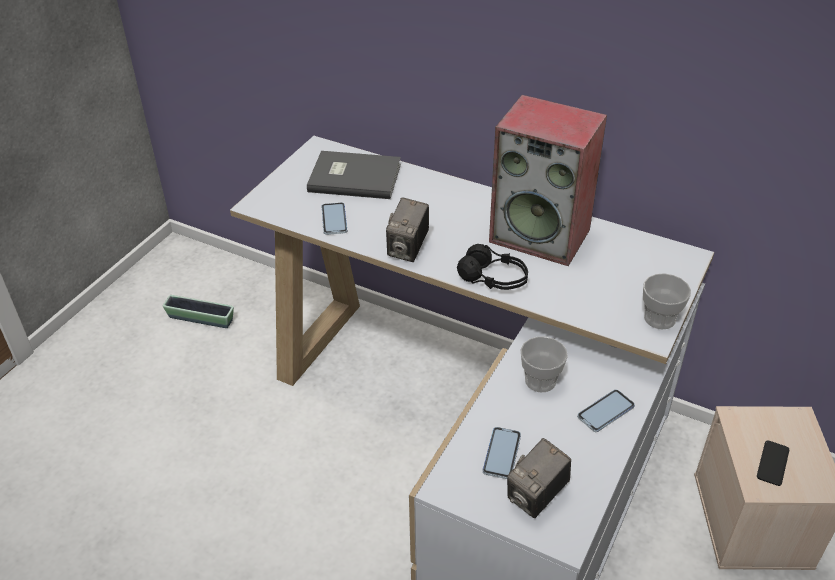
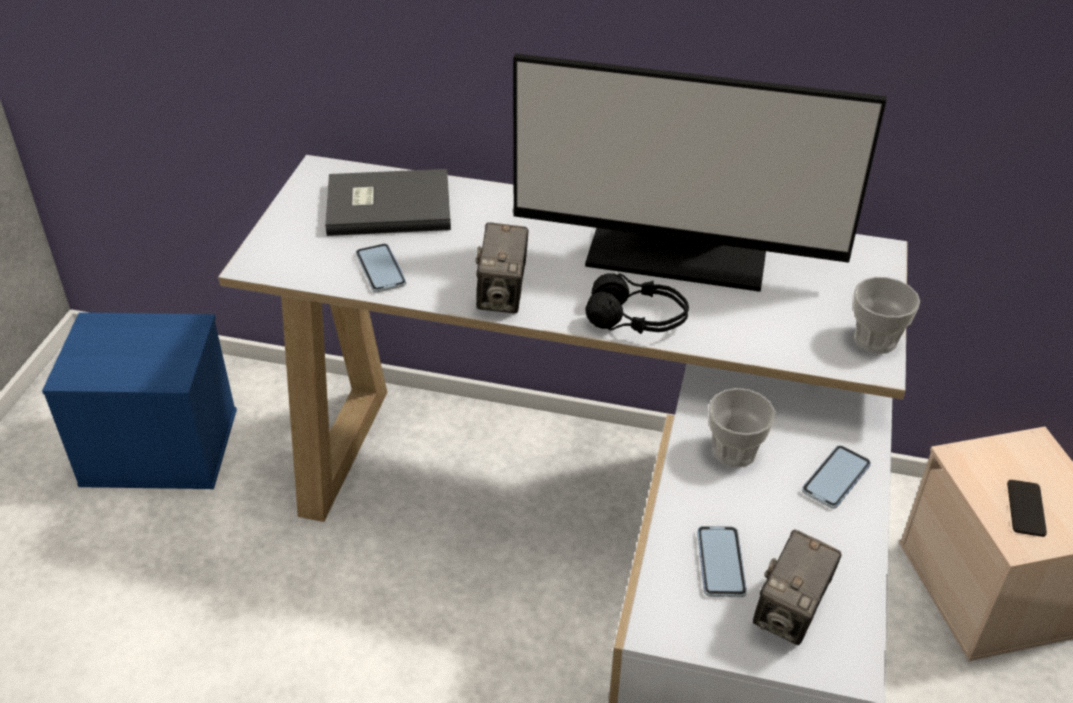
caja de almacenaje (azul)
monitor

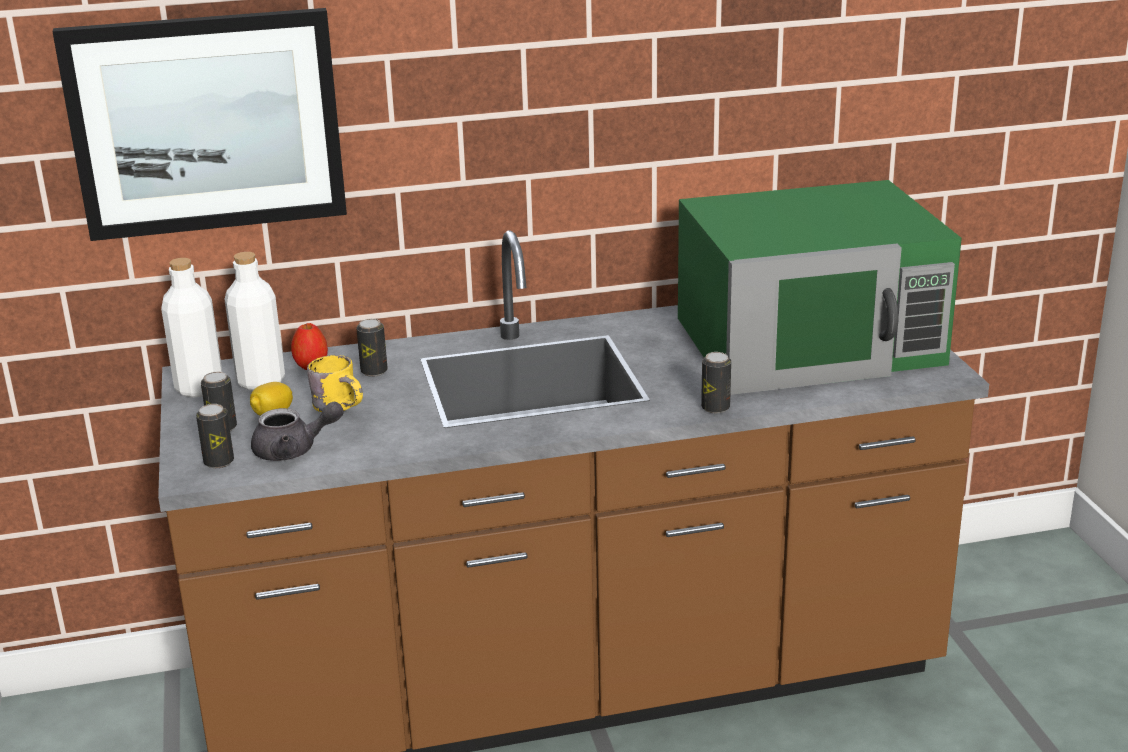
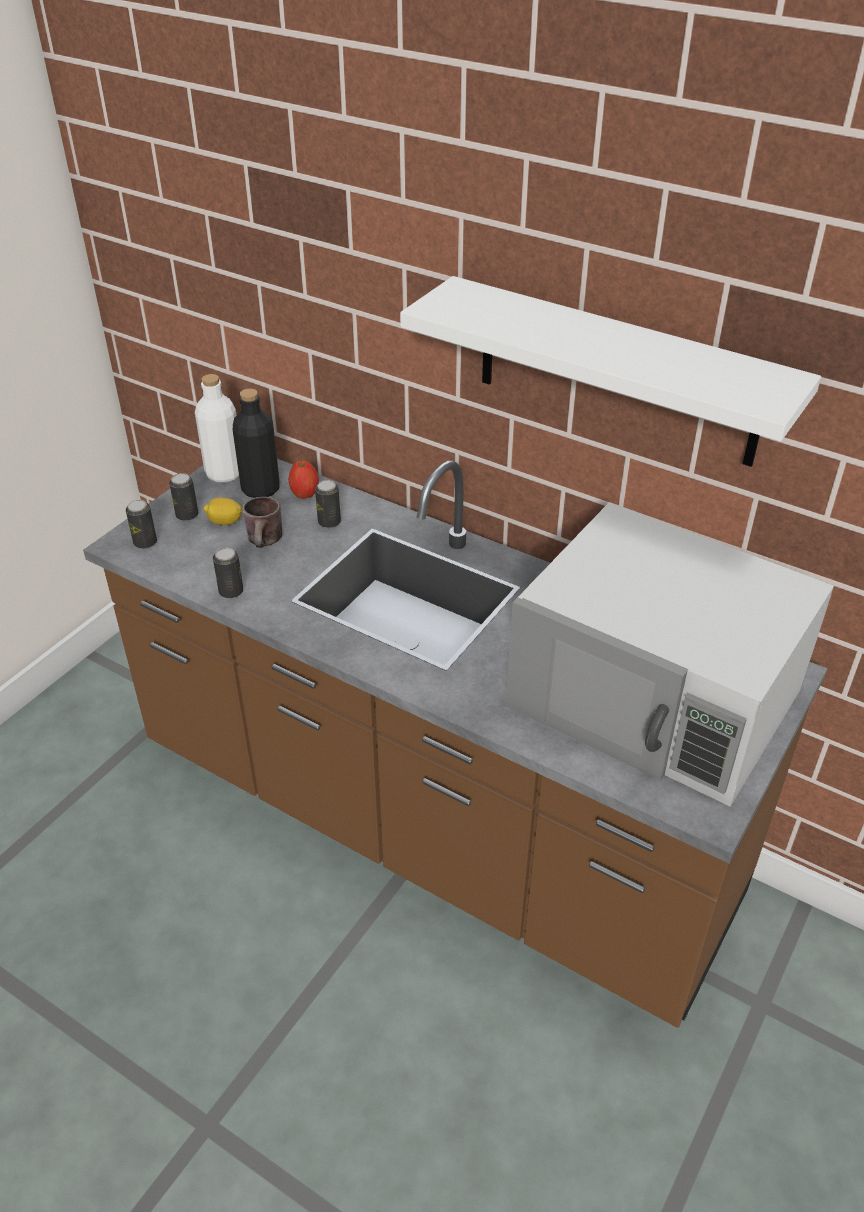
cuadro
botella (negro)
tetera (gris)
taza grande (marrón)
microondas (blanco)
lata (3rd from left)
estante (blanco)

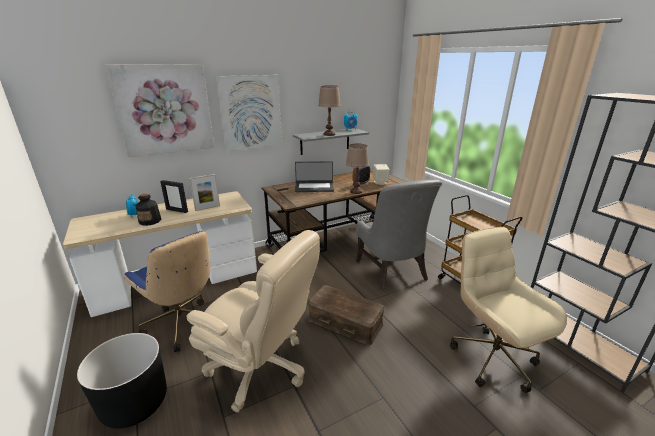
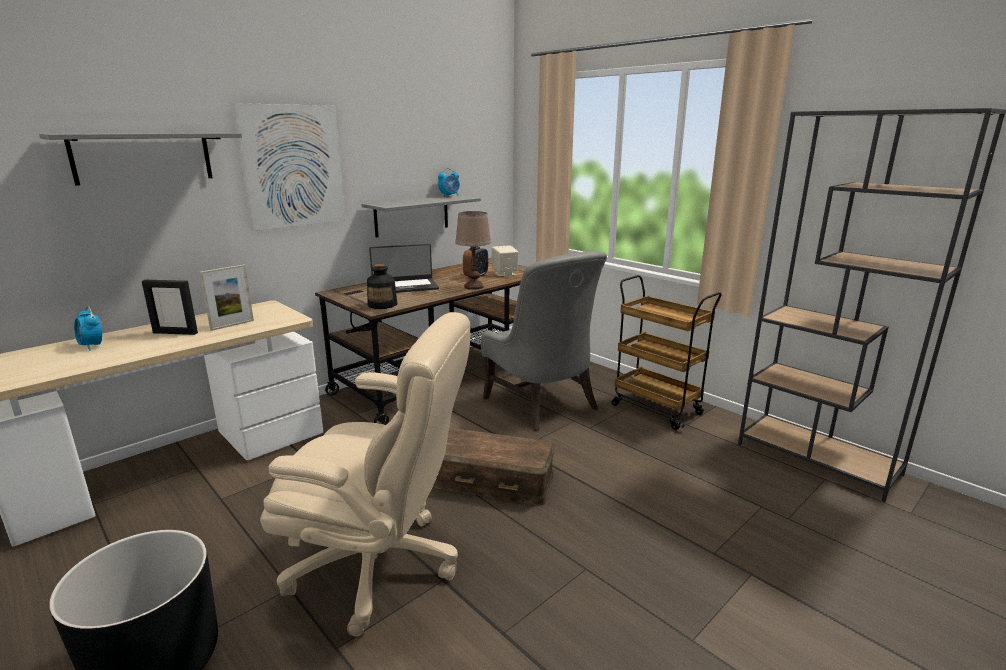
estante (gris) (1st from left)
silla de oficina (azul)
botella
lámpara de mesa (marrón) (1st from left in the first image)
silla de oficina (beis) (2nd from left in the first image)

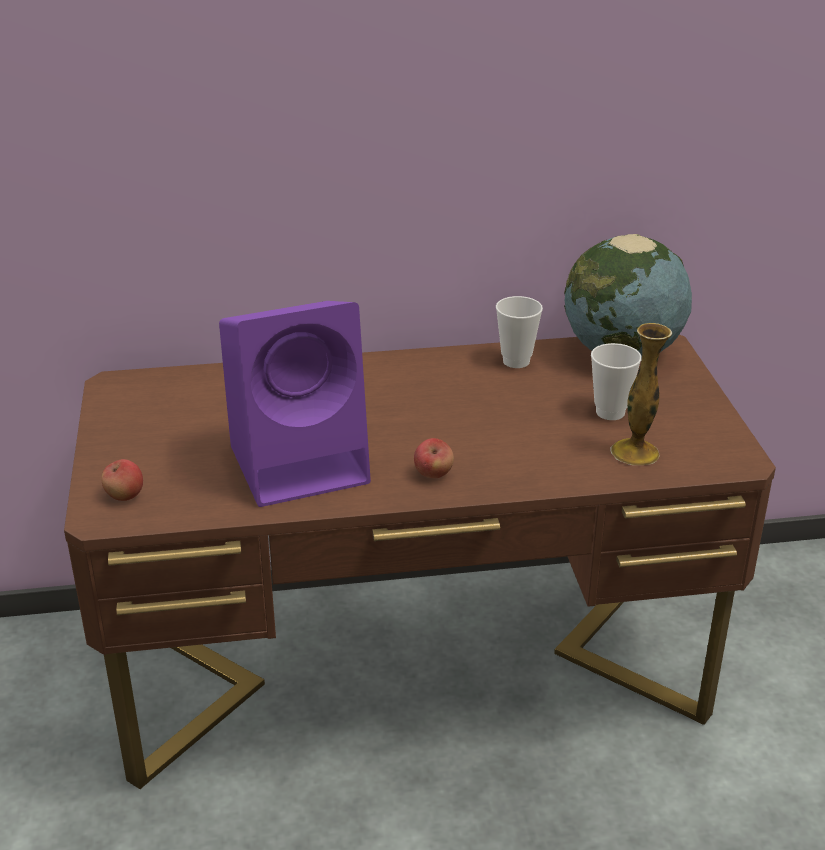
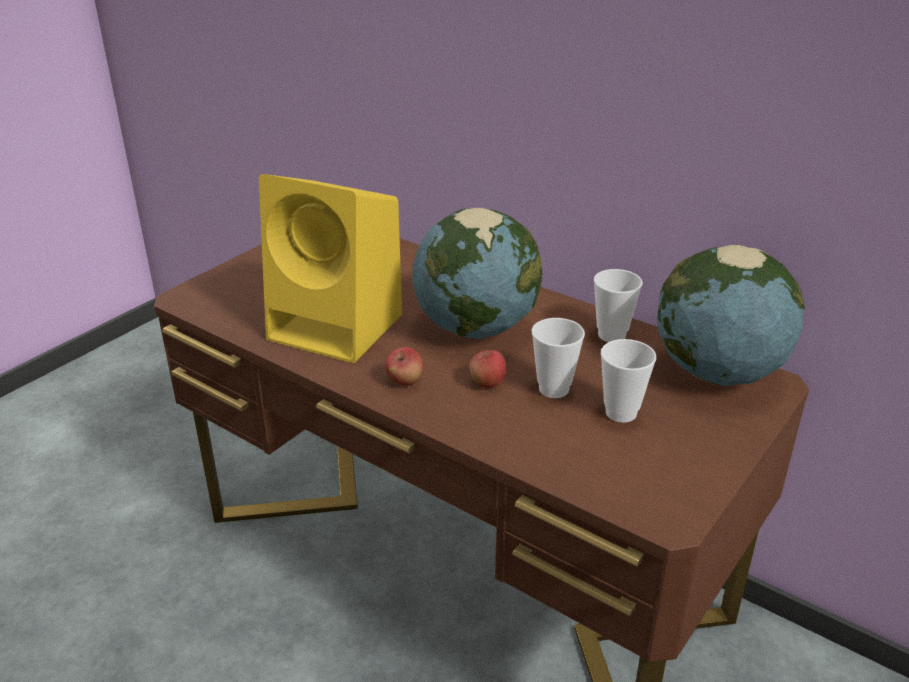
manzana (2nd from left)
altavoz (amarillo)
florero
globo terráqueo (1st from left)
taza (1st from left)

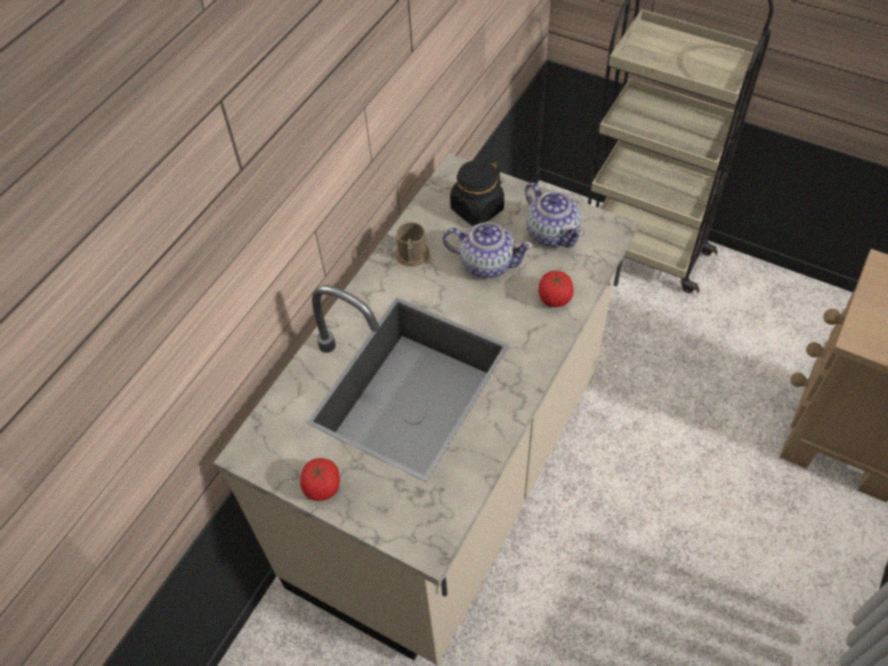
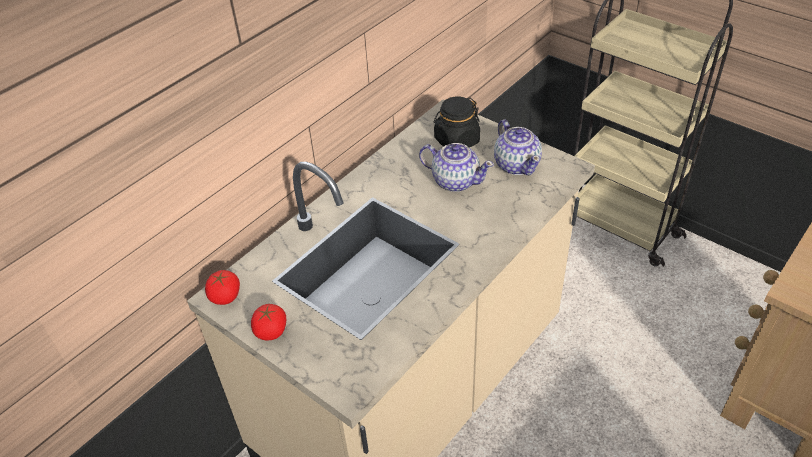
taza grande (marrón)
tomate (1st from left)

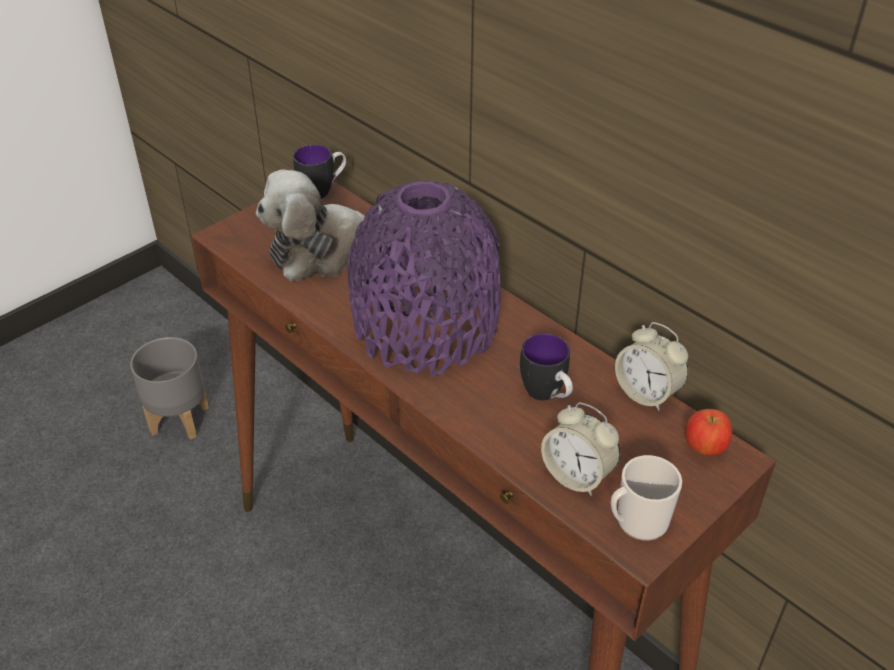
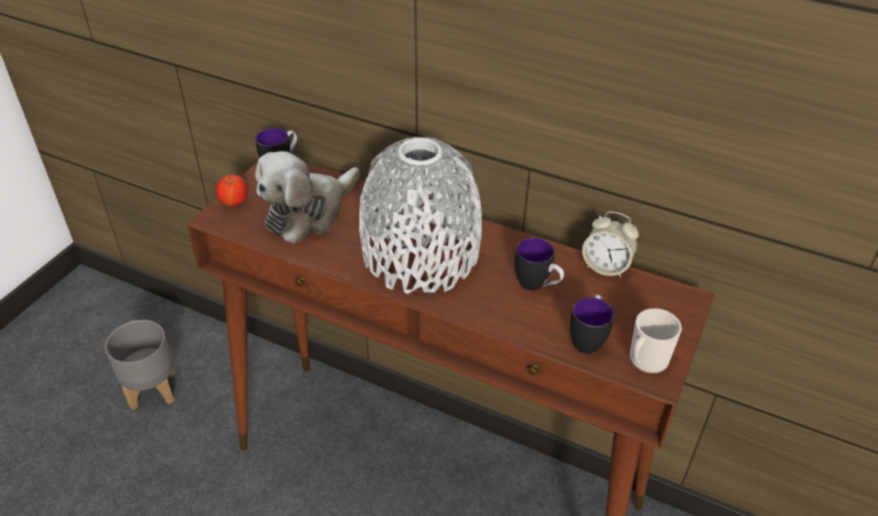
florero (gris)
taza grande (3rd from left)
manzana

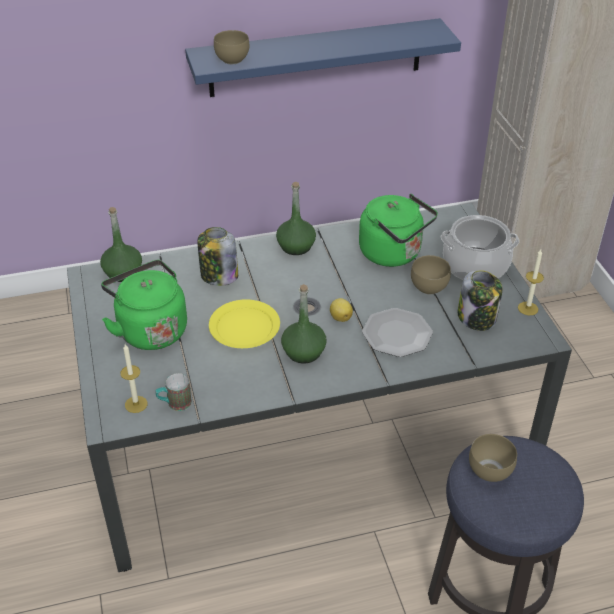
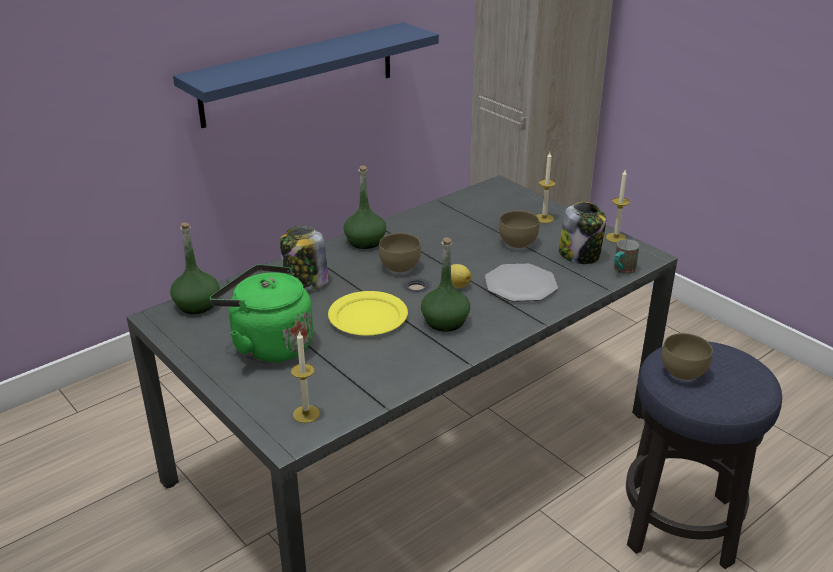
taza grande
cuenco (marrón) (1st from left)
hervidor (verde) (2nd from left in the first image)
vela (2nd from left)

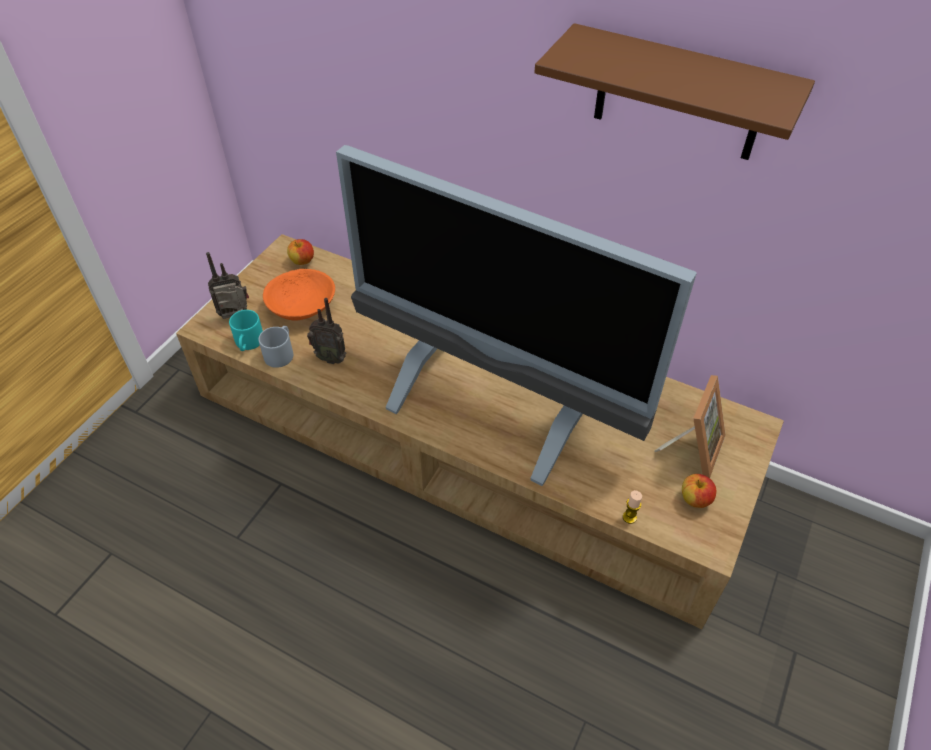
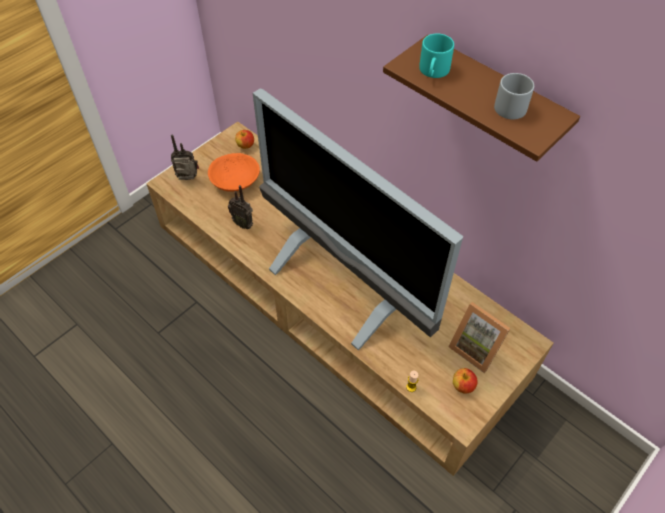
taza grande (turquesa)
taza grande (gris)
portarretratos

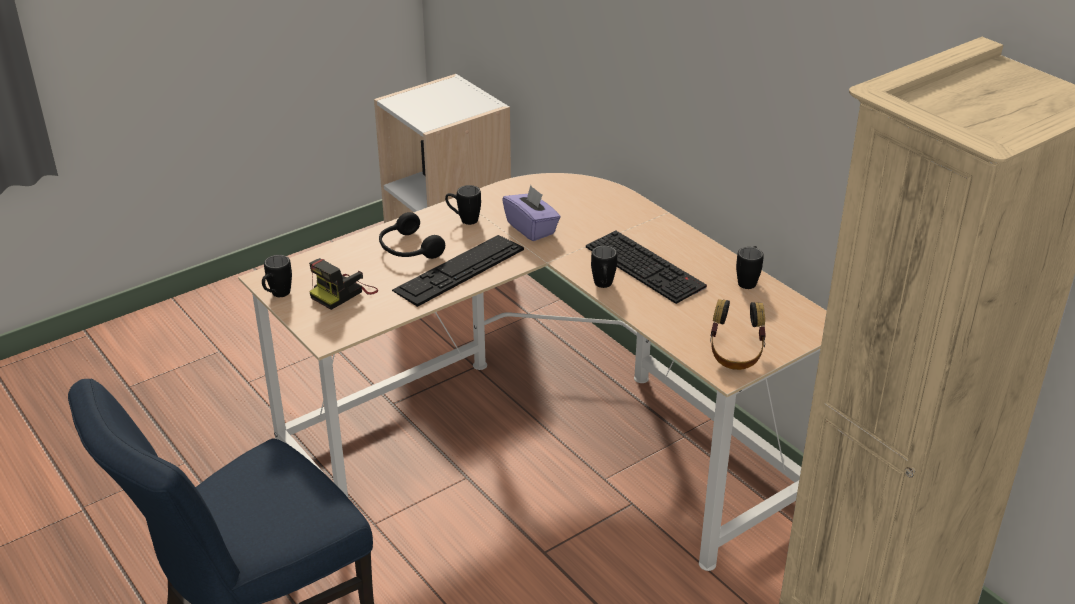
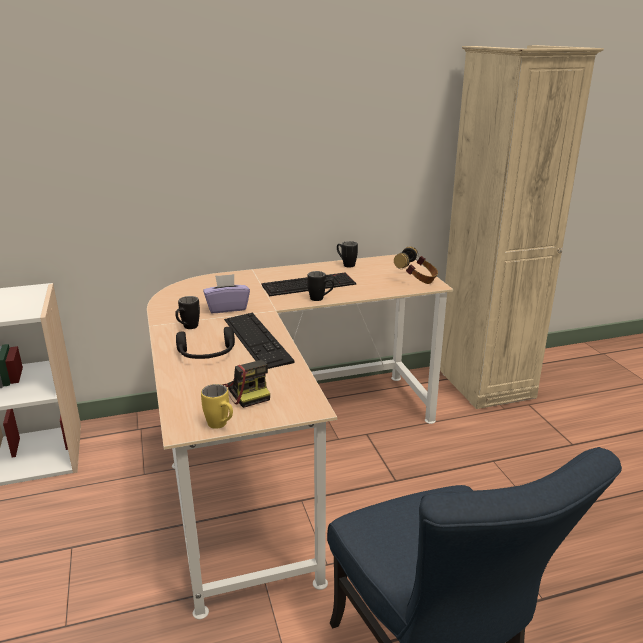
taza grande (amarillo)

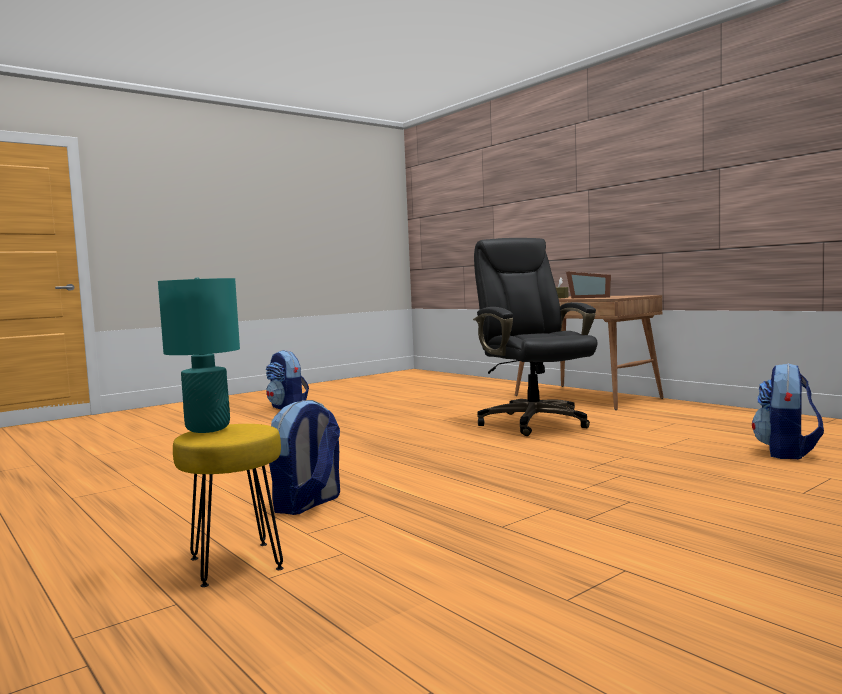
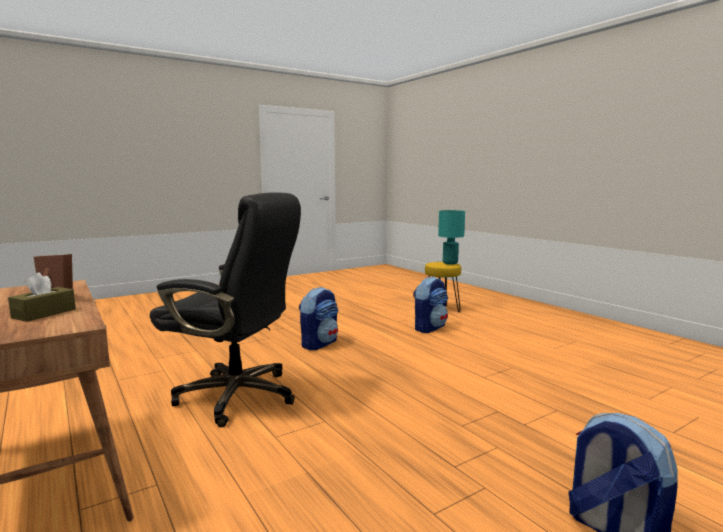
silla de oficina (negro)
mochila (1st from left)

